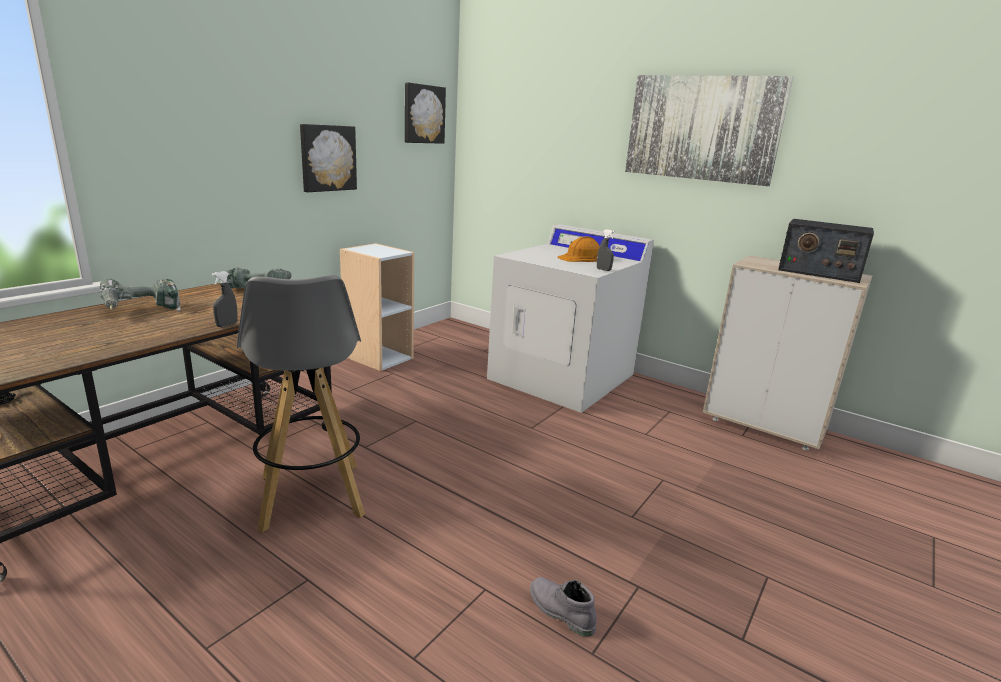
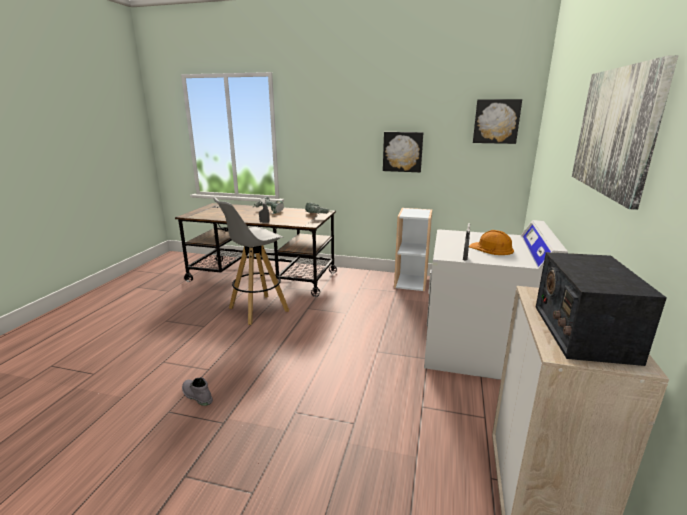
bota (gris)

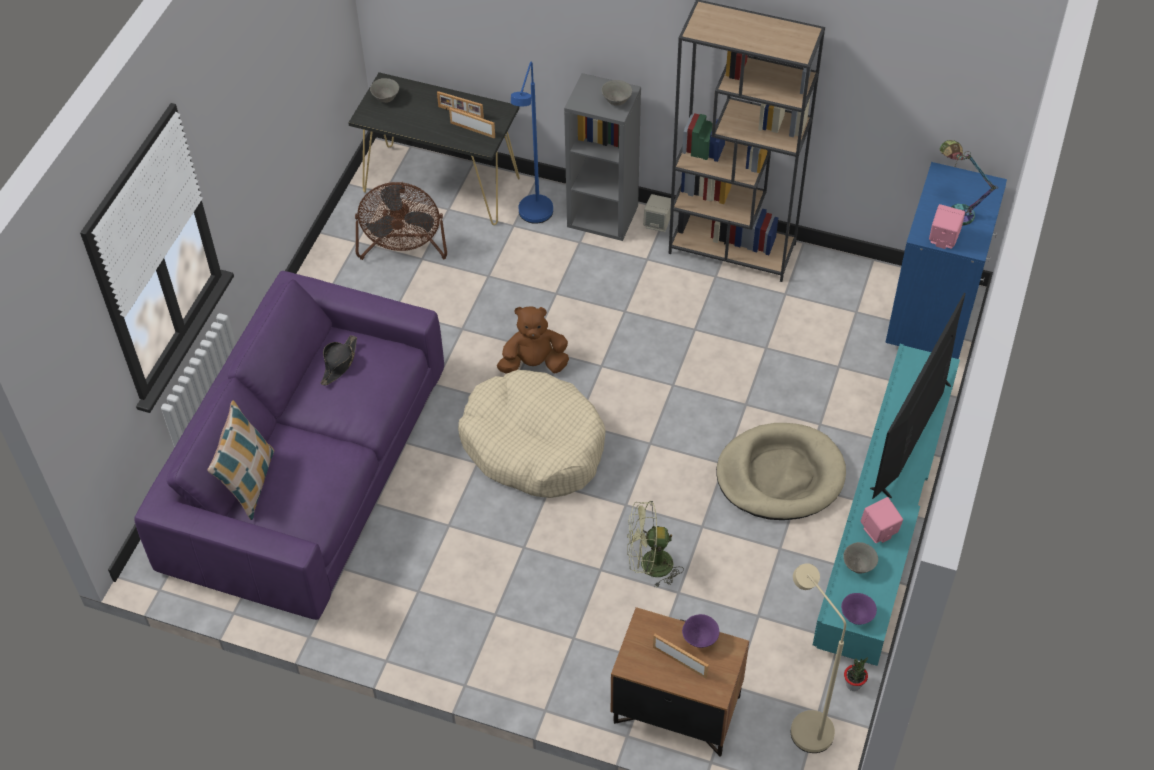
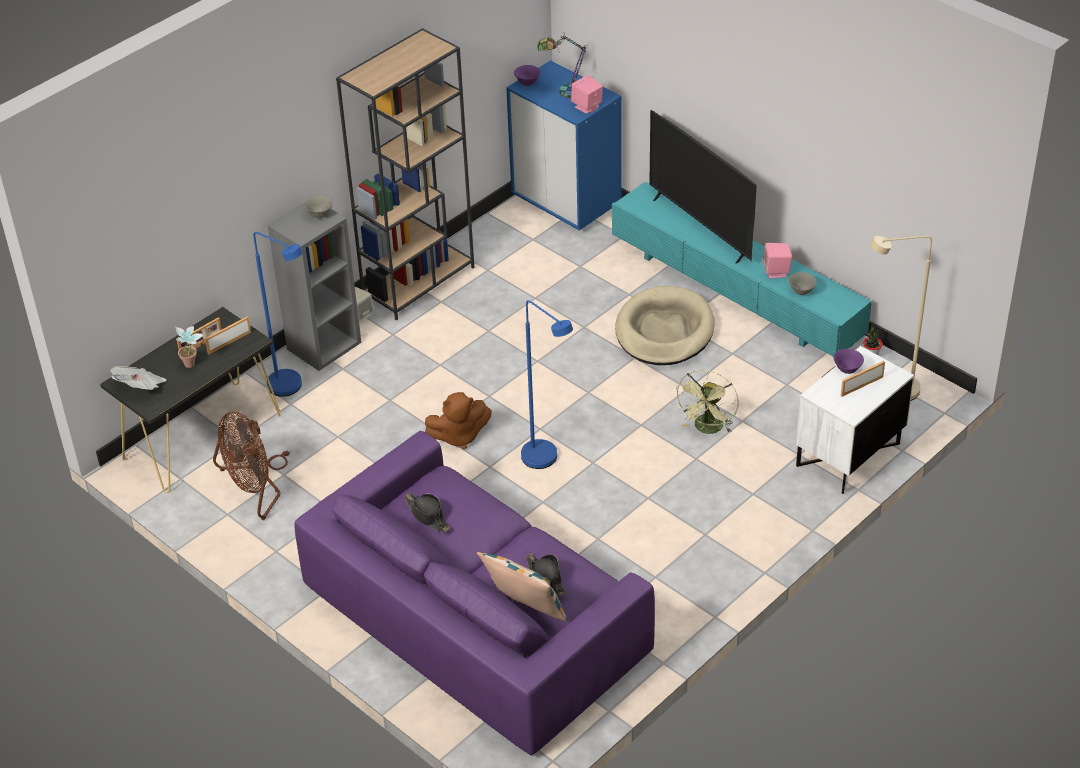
ventilador (marrón)
periódico
lámpara de pie (azul) (2nd from left)
peluche (marrón)
mesita de noche (blanco)
cuenco (morado) (1st from left)
planta en maceta (1st from left)
sombrero (negro) (2nd from left)

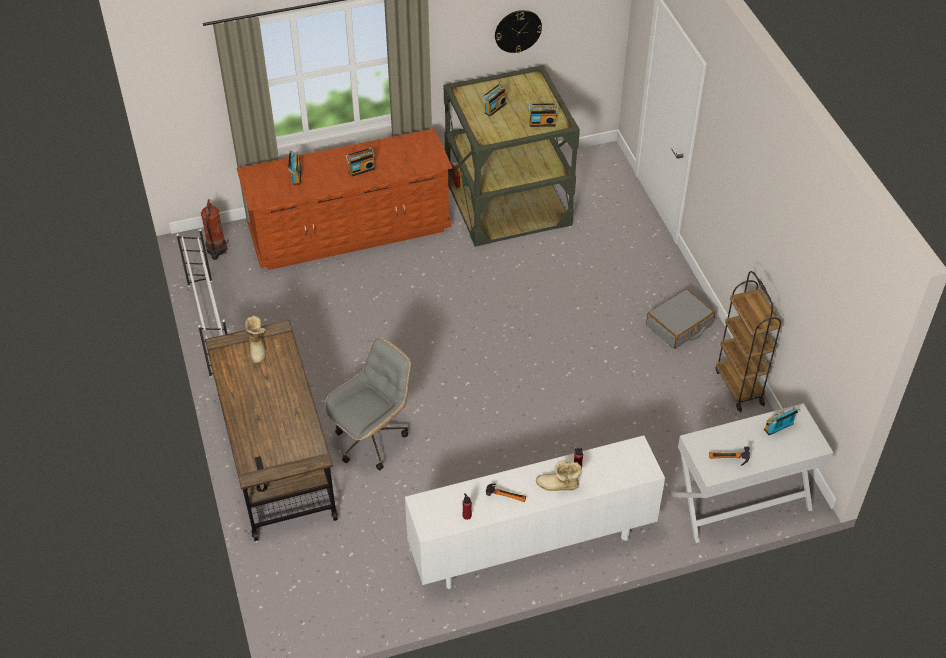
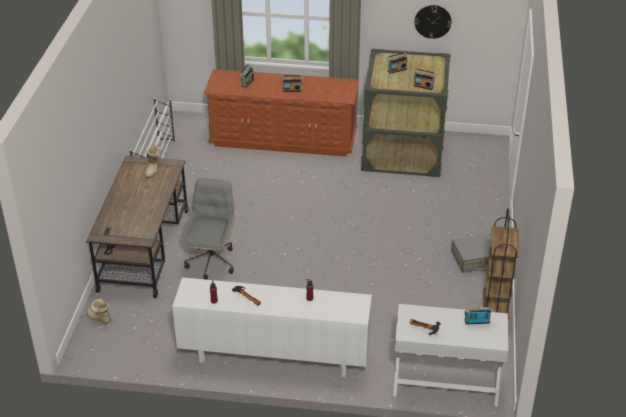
extintor
silla de oficina (gris)
bota (1st from left)

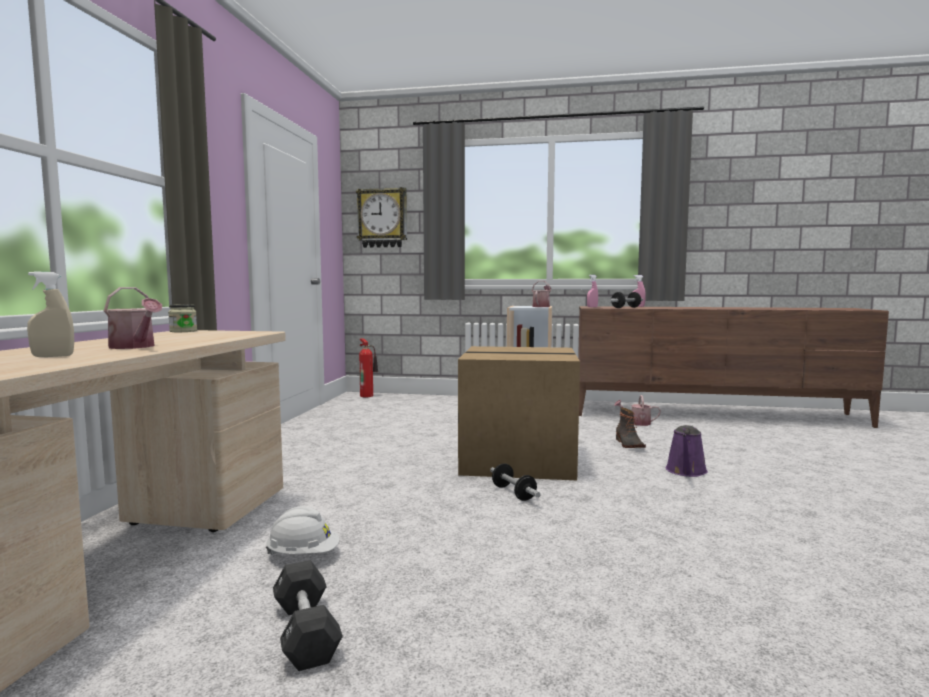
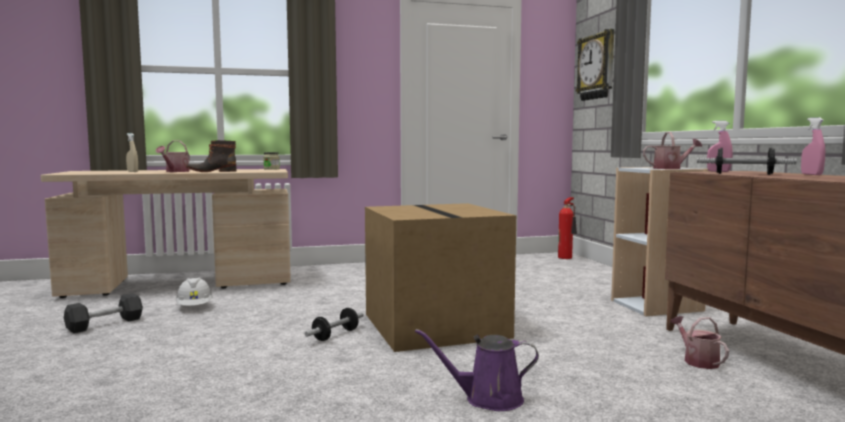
bota

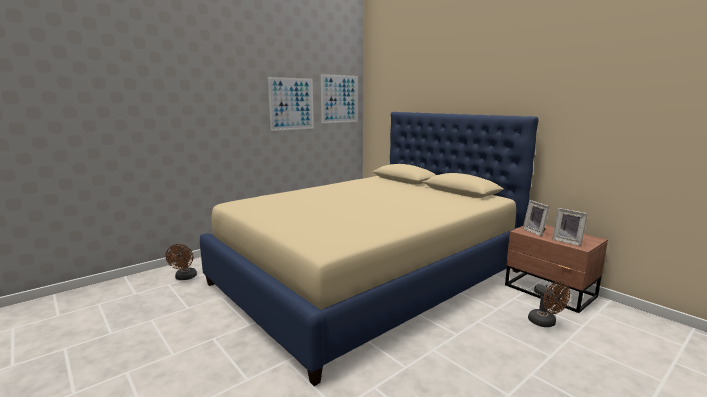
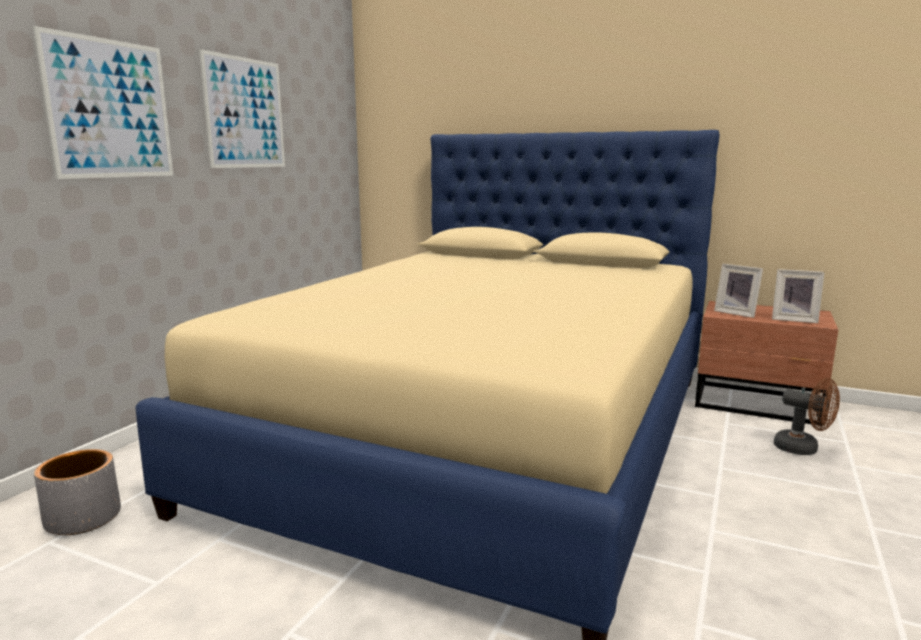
maceta (gris)
cuadro (1st from left)

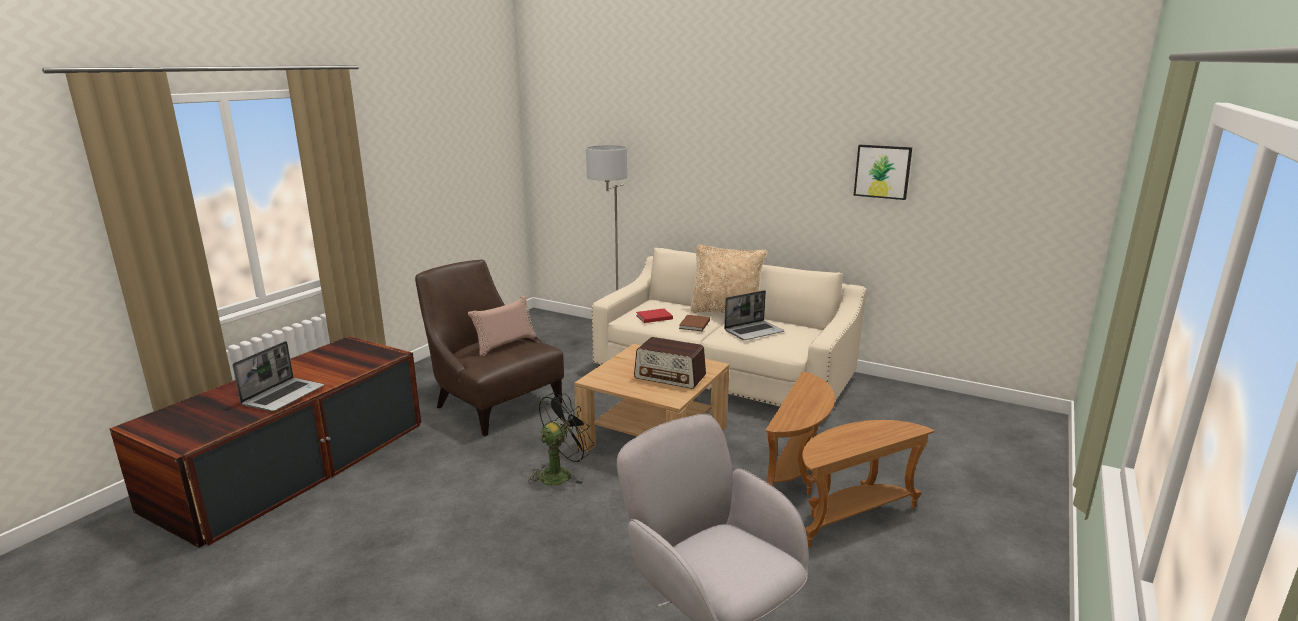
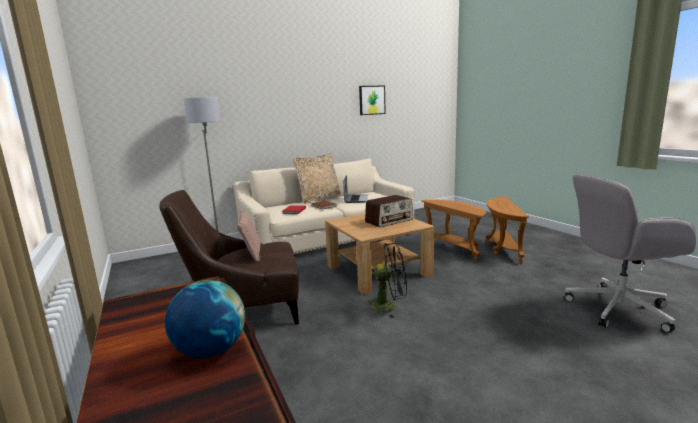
globo terráqueo
ventilador (negro)

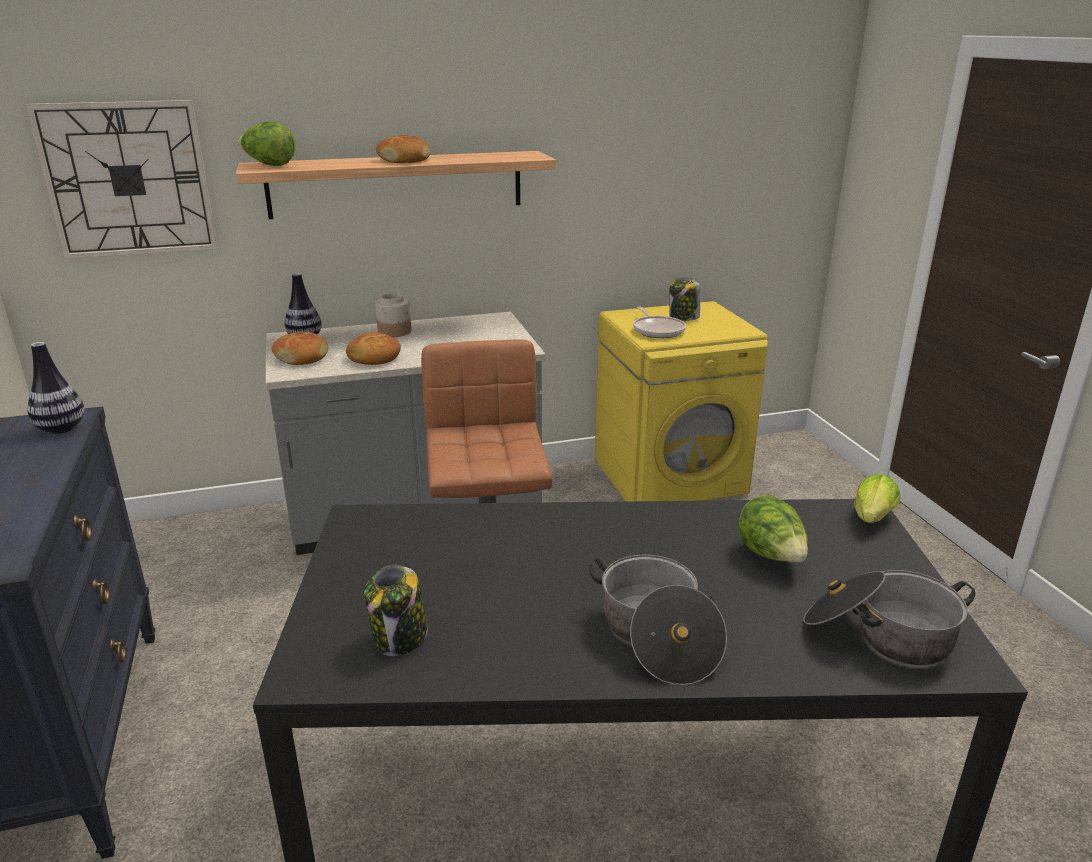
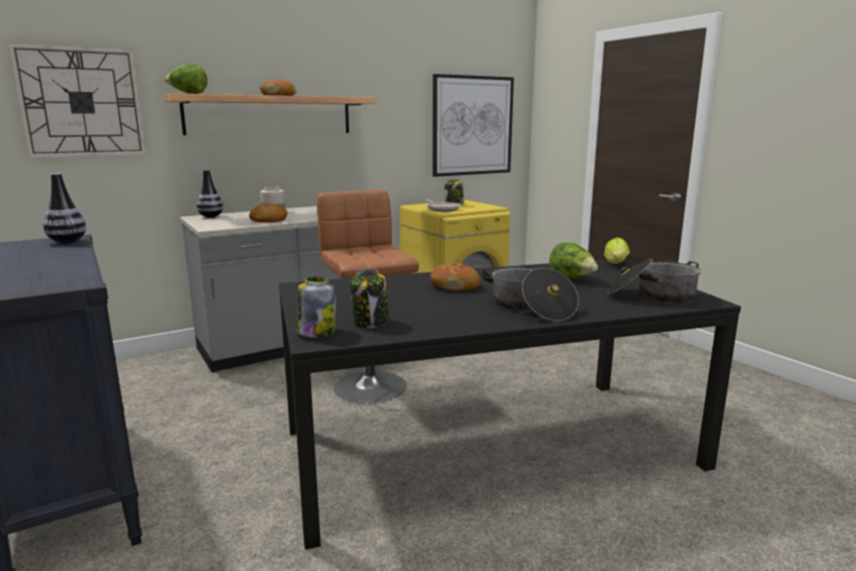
pan (3rd from left)
tarro (2nd from left)
cuadro

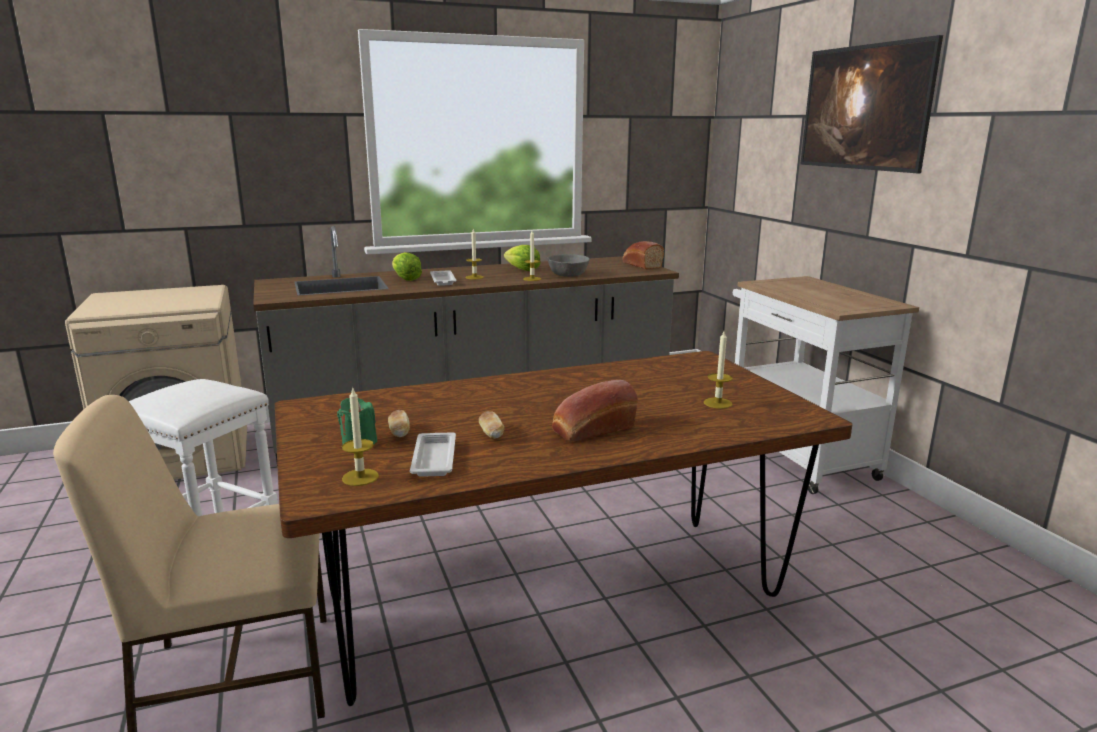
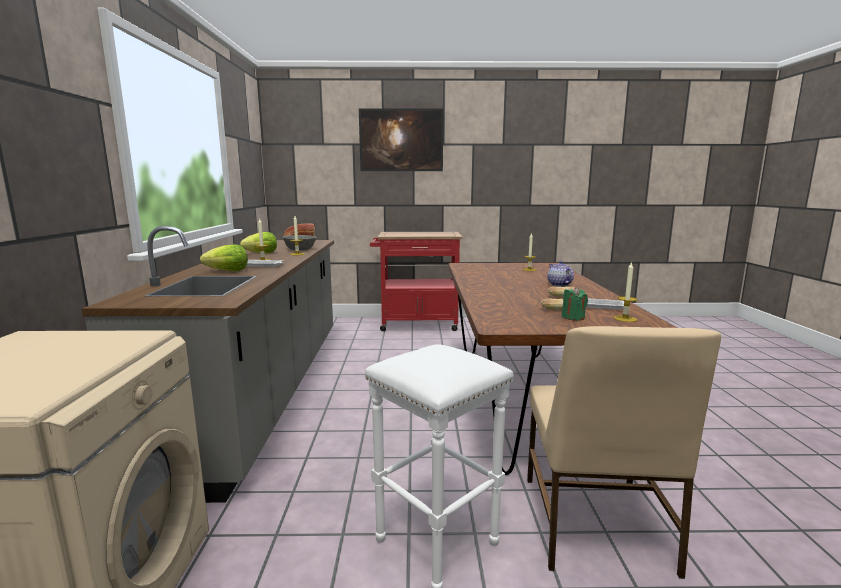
tetera
carrito (rojo)

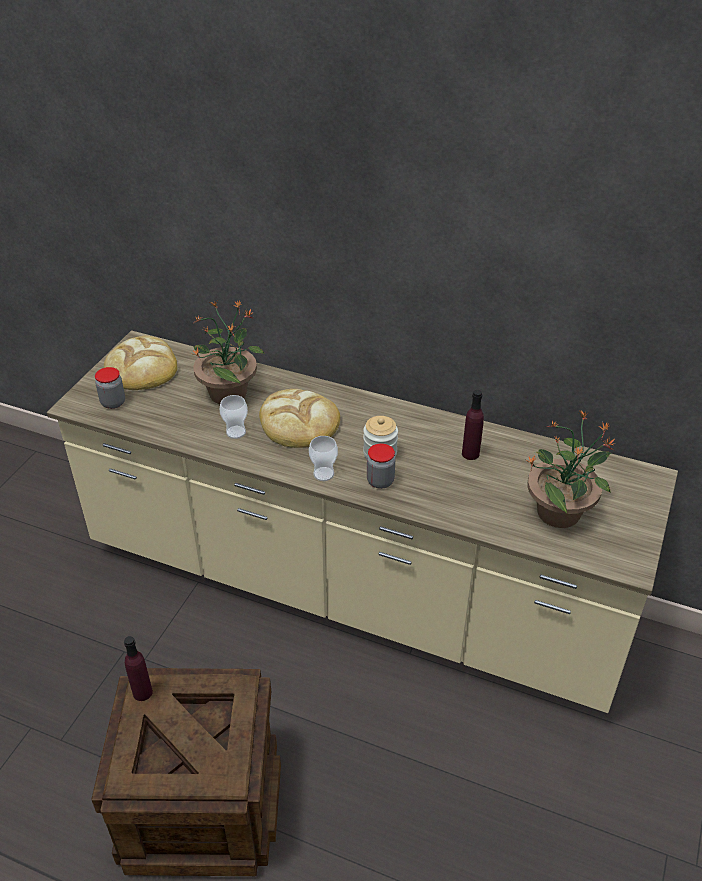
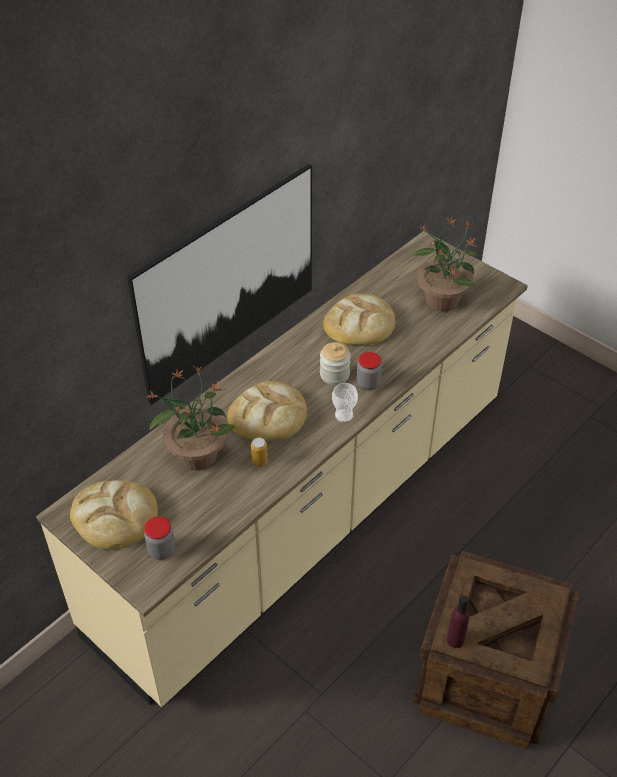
lata
pan (3rd from left)
cuadro

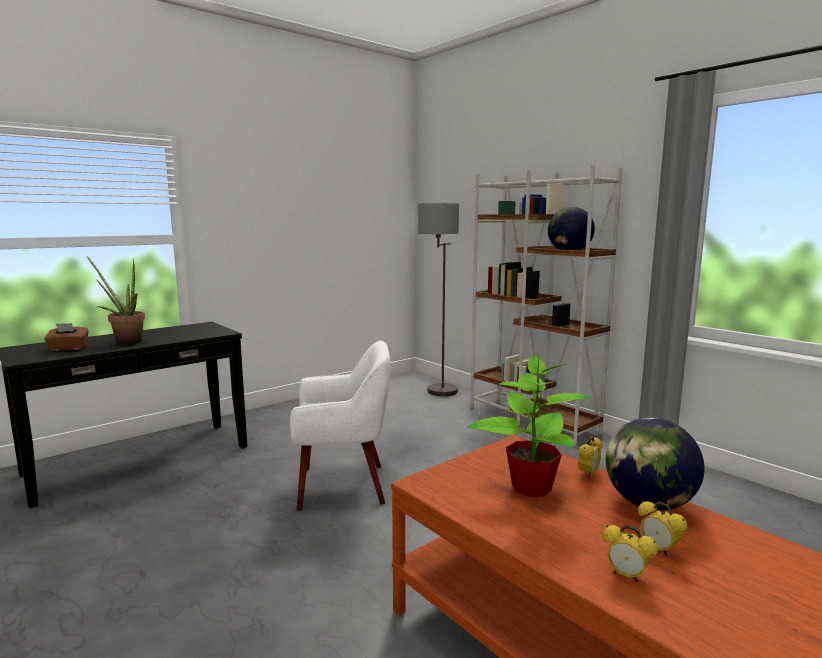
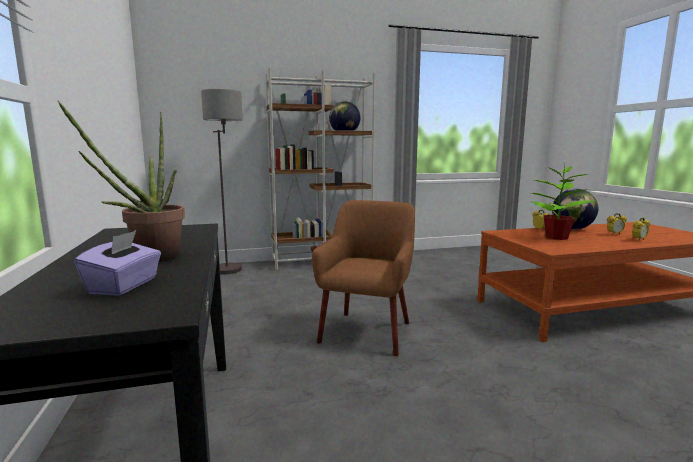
caja de pañuelos (morado)
sillón (marrón)

